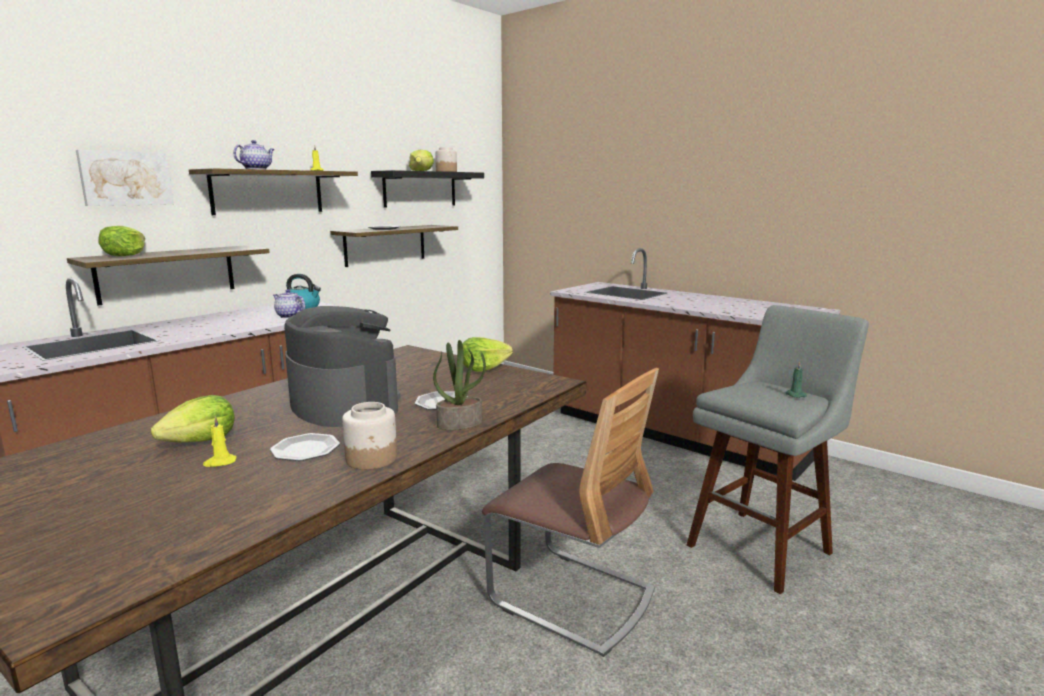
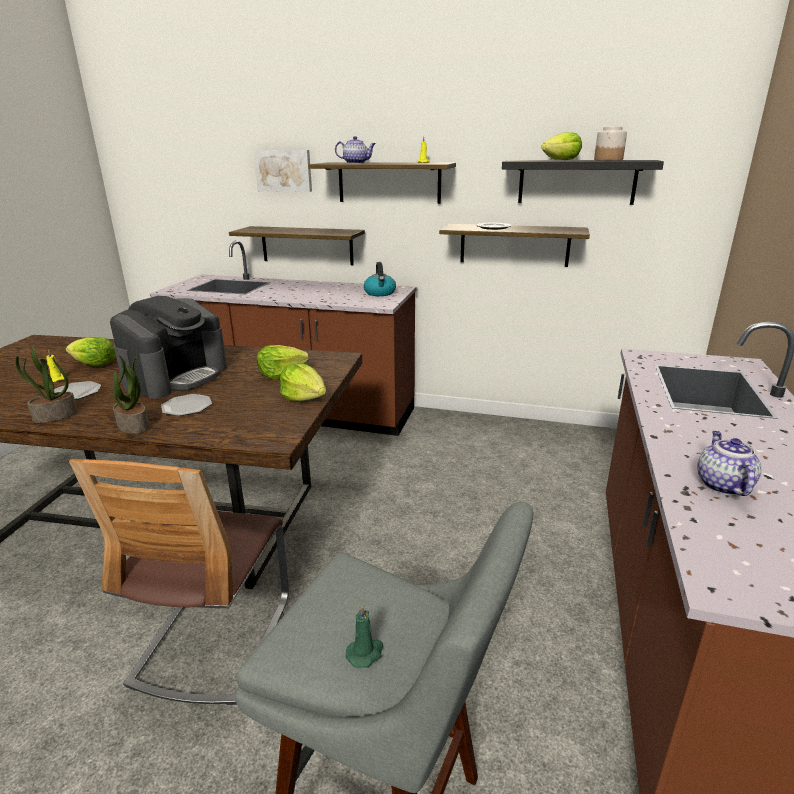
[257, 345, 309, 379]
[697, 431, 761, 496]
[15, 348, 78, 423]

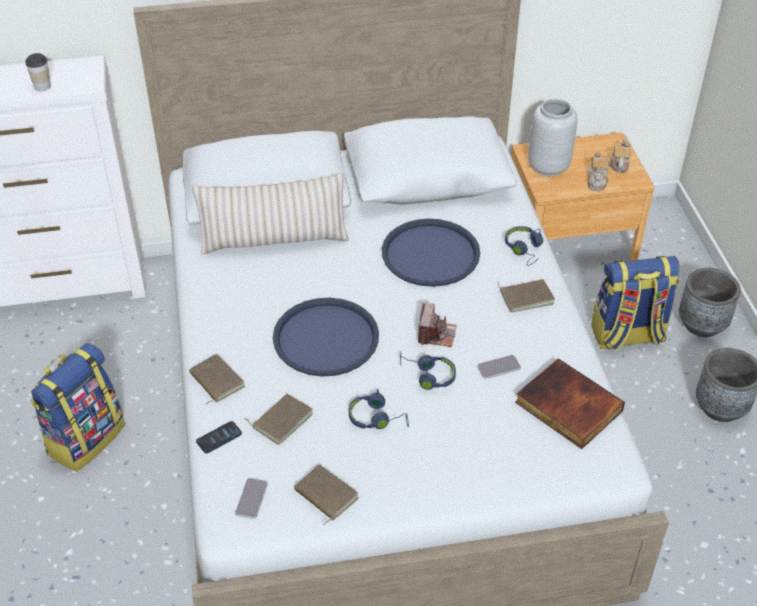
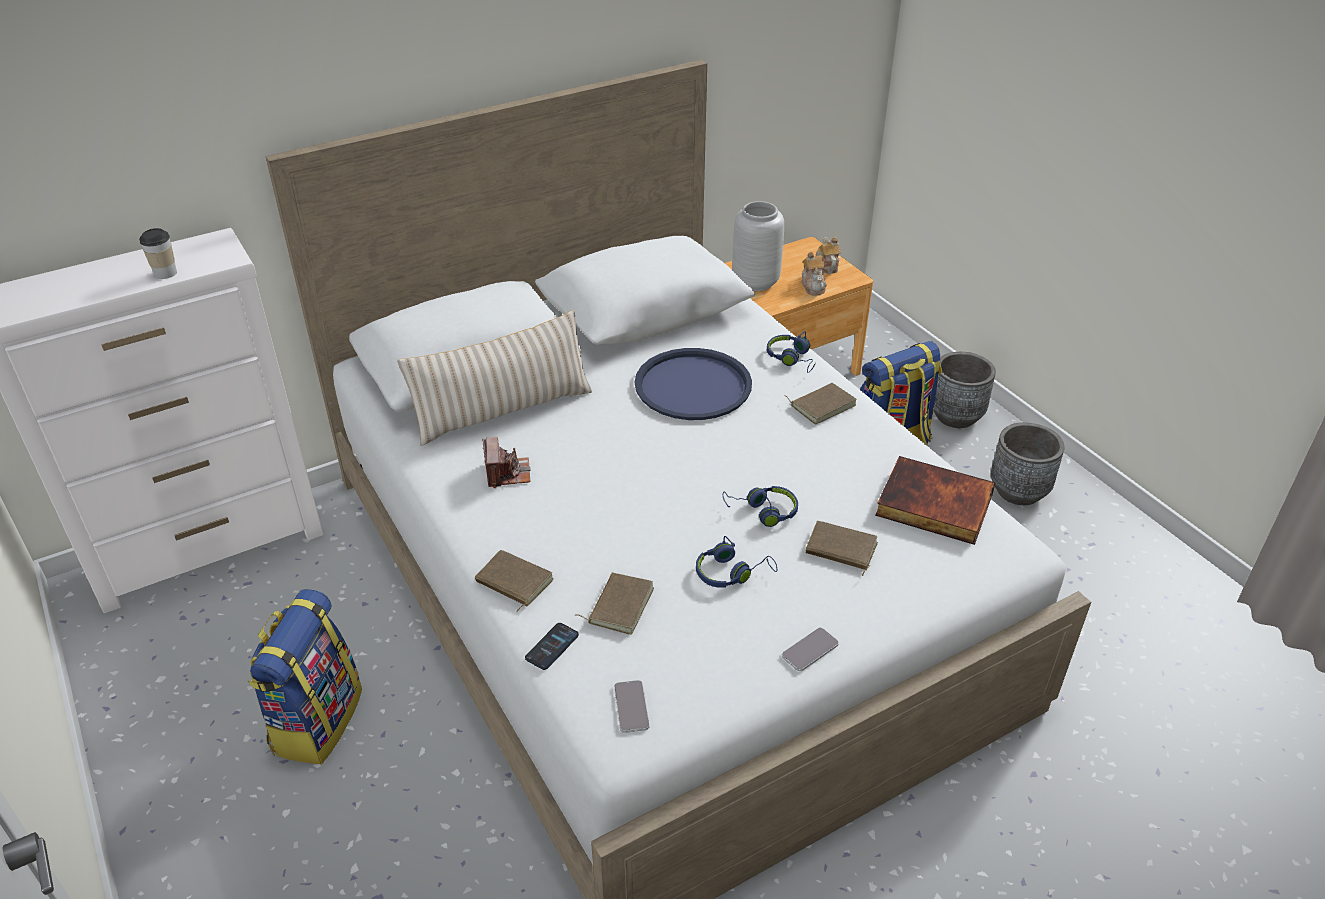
[273, 298, 379, 377] (first image)
[482, 437, 531, 488]
[782, 628, 839, 671]
[806, 521, 878, 576]

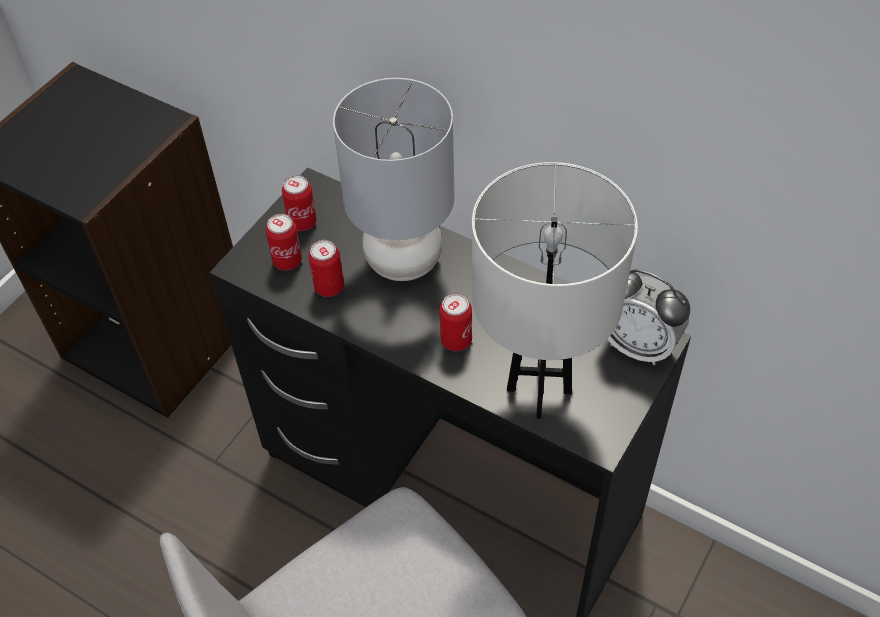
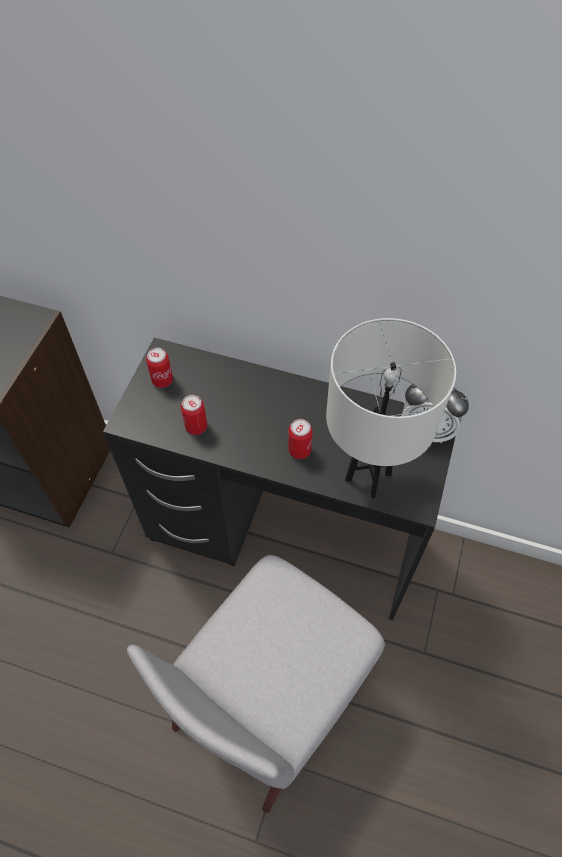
[333, 78, 455, 281] (first image)
[266, 214, 302, 270] (first image)

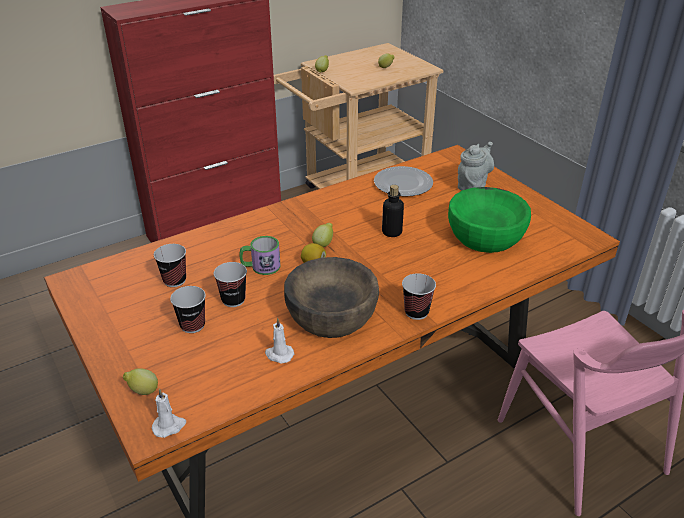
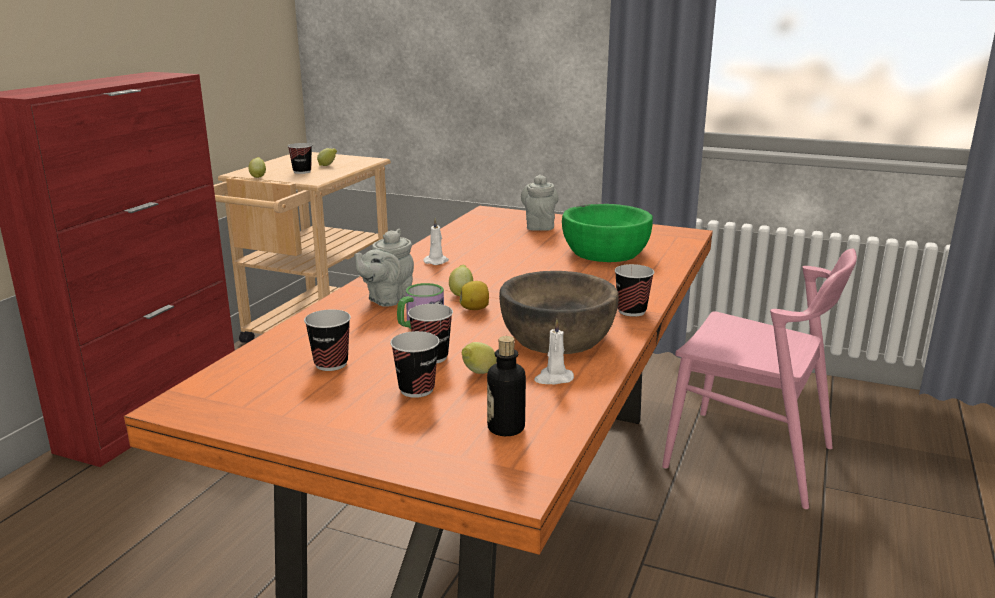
[374, 166, 433, 197] (first image)
[487, 336, 526, 436]
[462, 342, 497, 374]
[423, 218, 449, 265]
[288, 143, 312, 174]
[355, 229, 414, 306]

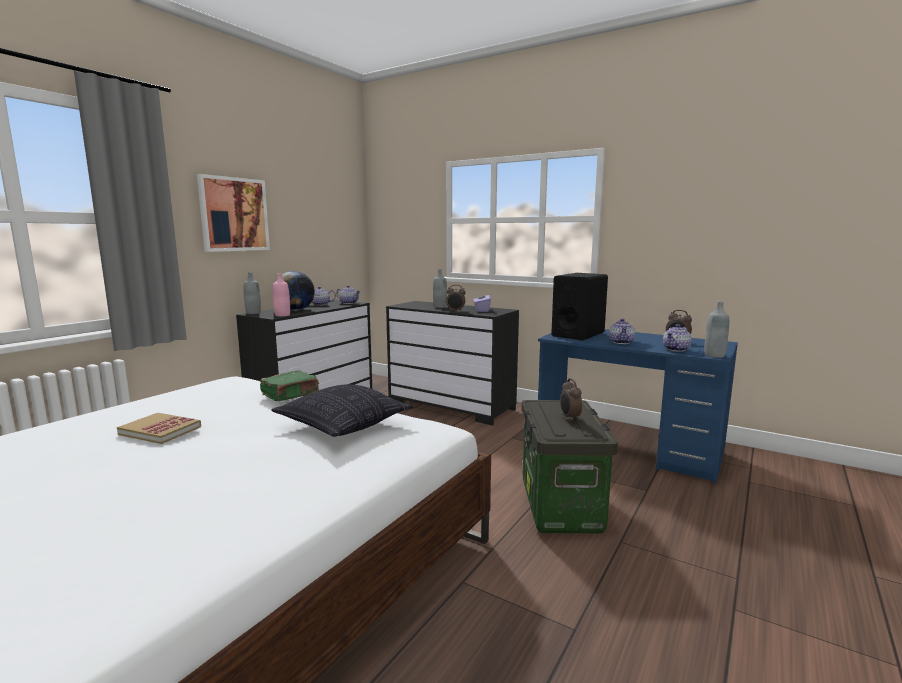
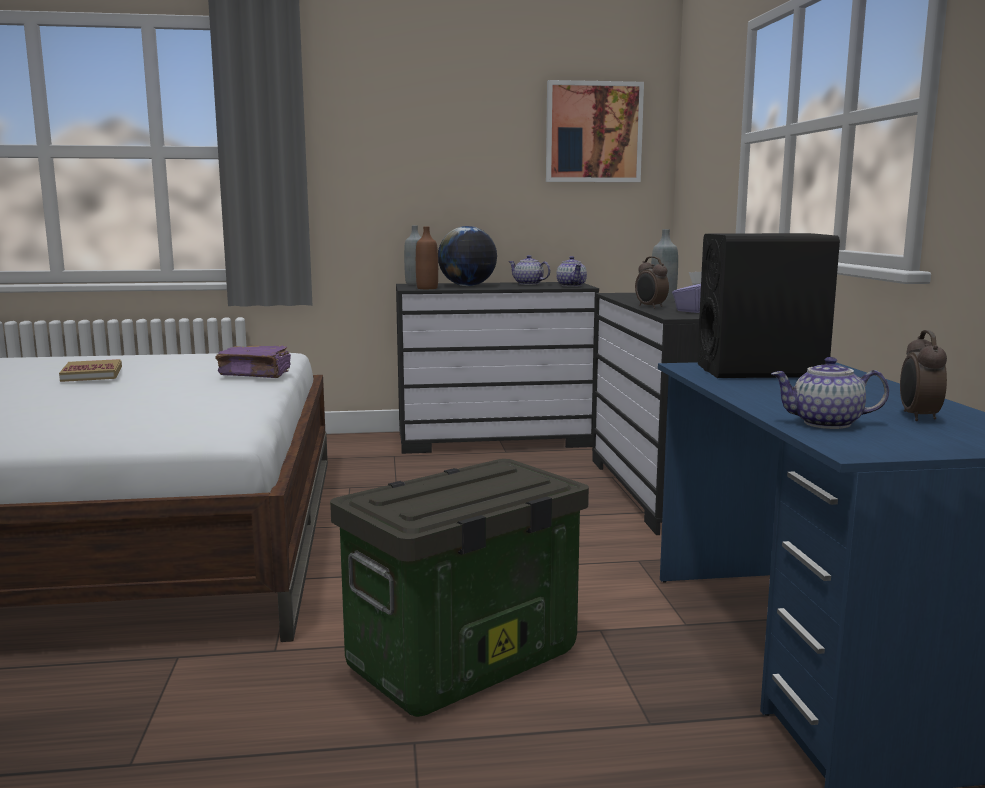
[546, 80, 644, 182]
[416, 226, 438, 289]
[704, 301, 729, 358] (first image)
[609, 319, 635, 344] (first image)
[215, 346, 291, 378]
[560, 378, 582, 421] (first image)
[271, 384, 413, 437] (first image)

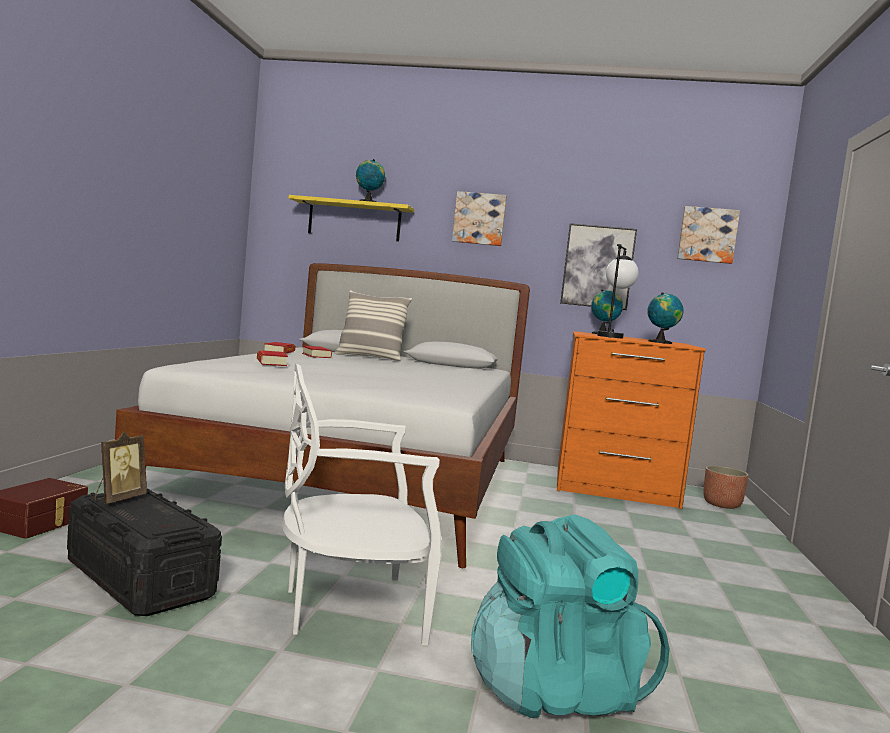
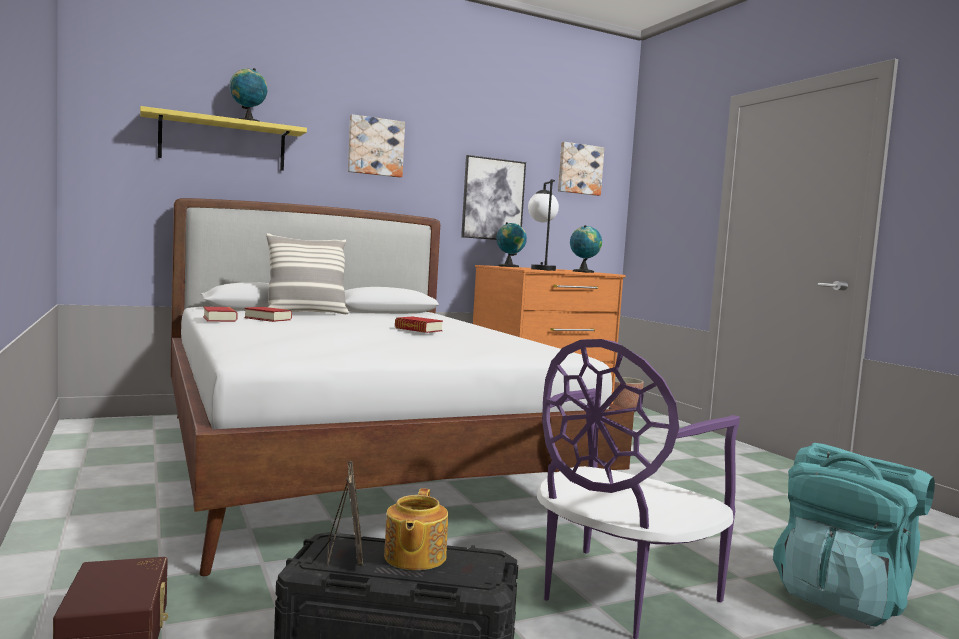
[395, 317, 443, 333]
[537, 339, 740, 639]
[384, 488, 448, 570]

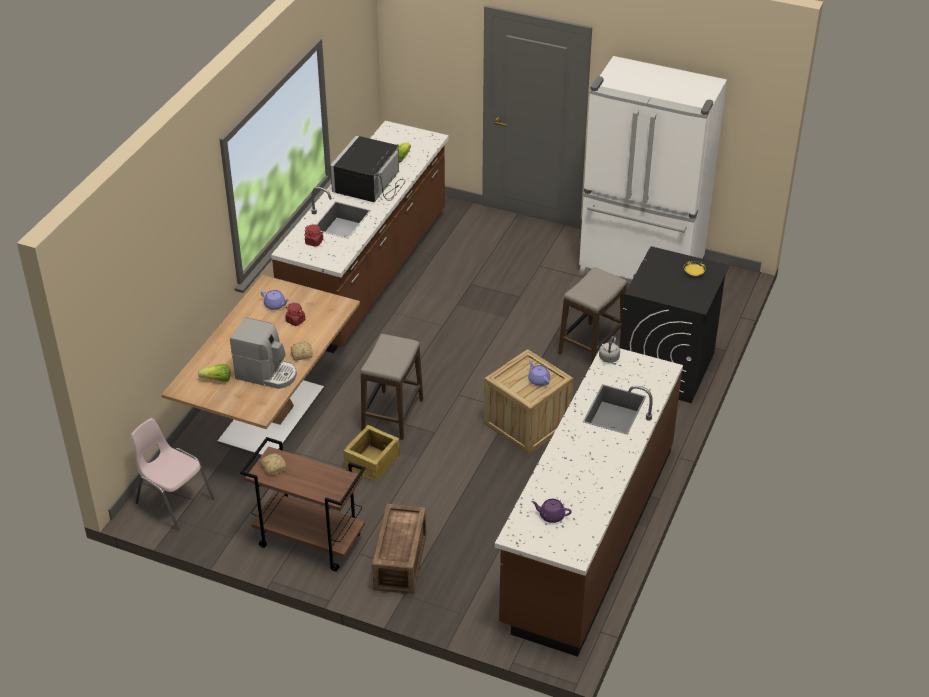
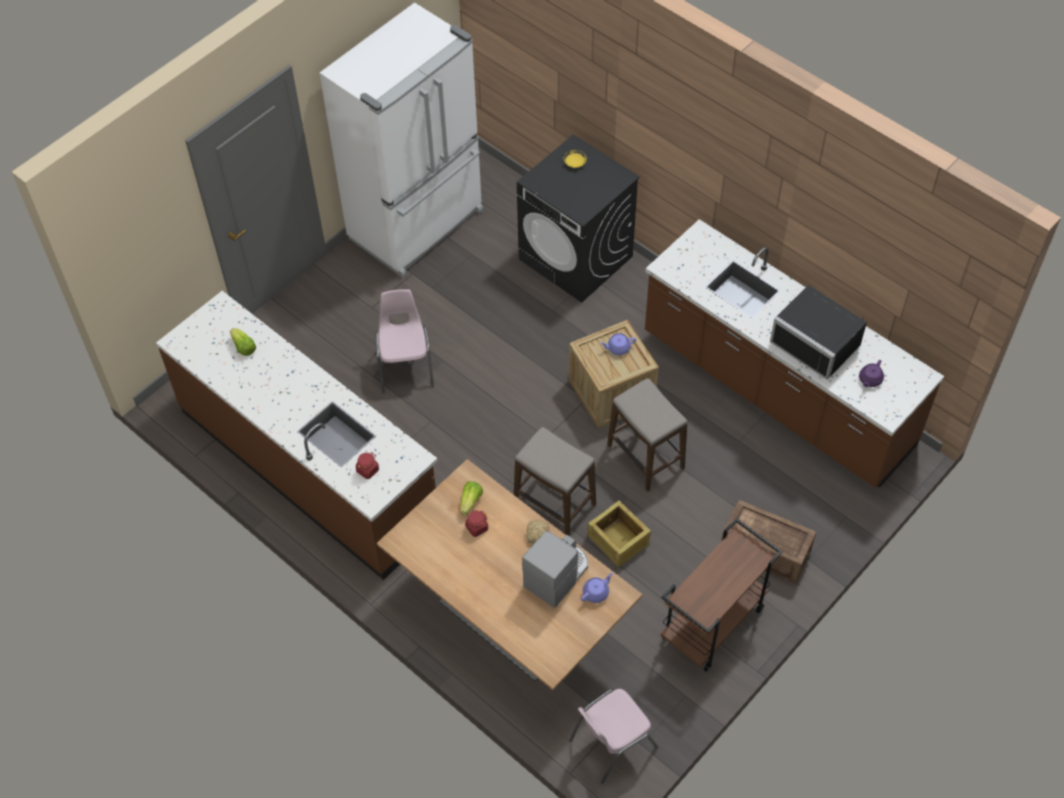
[770, 285, 867, 380]
[607, 378, 687, 492]
[581, 573, 613, 603]
[599, 336, 620, 363] (first image)
[461, 481, 483, 515]
[260, 453, 287, 476] (first image)
[375, 289, 434, 394]

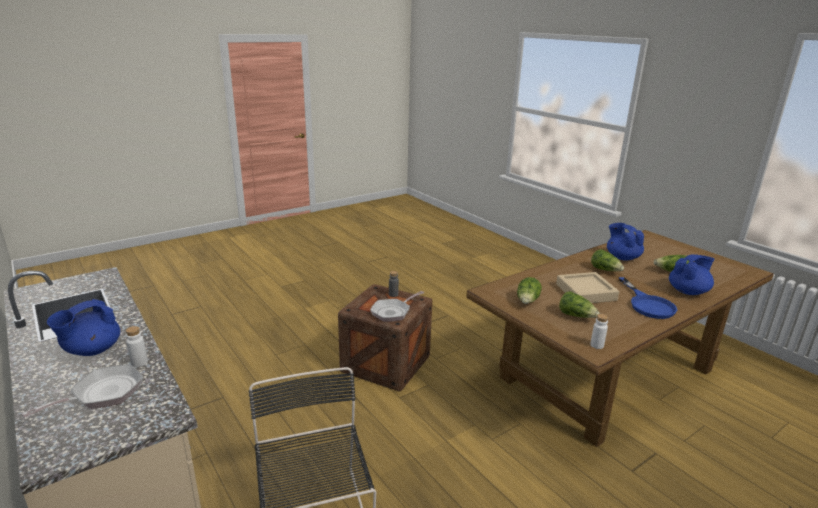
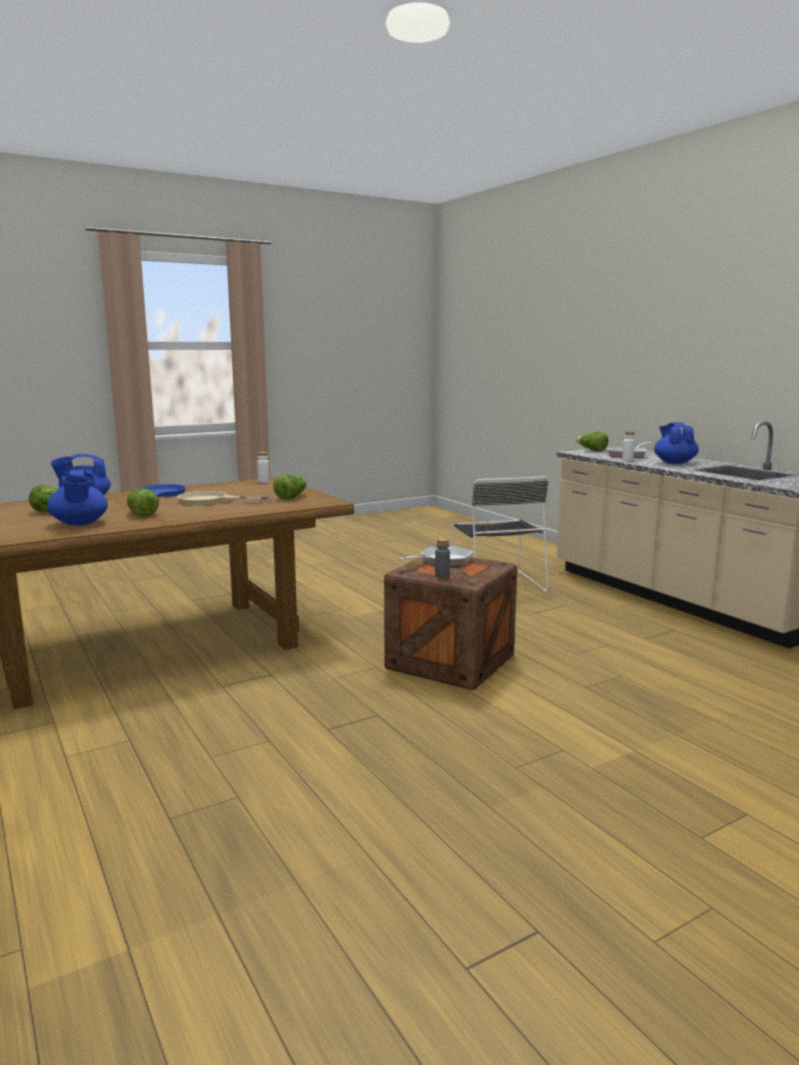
[177, 491, 272, 505]
[576, 432, 608, 452]
[654, 422, 699, 464]

